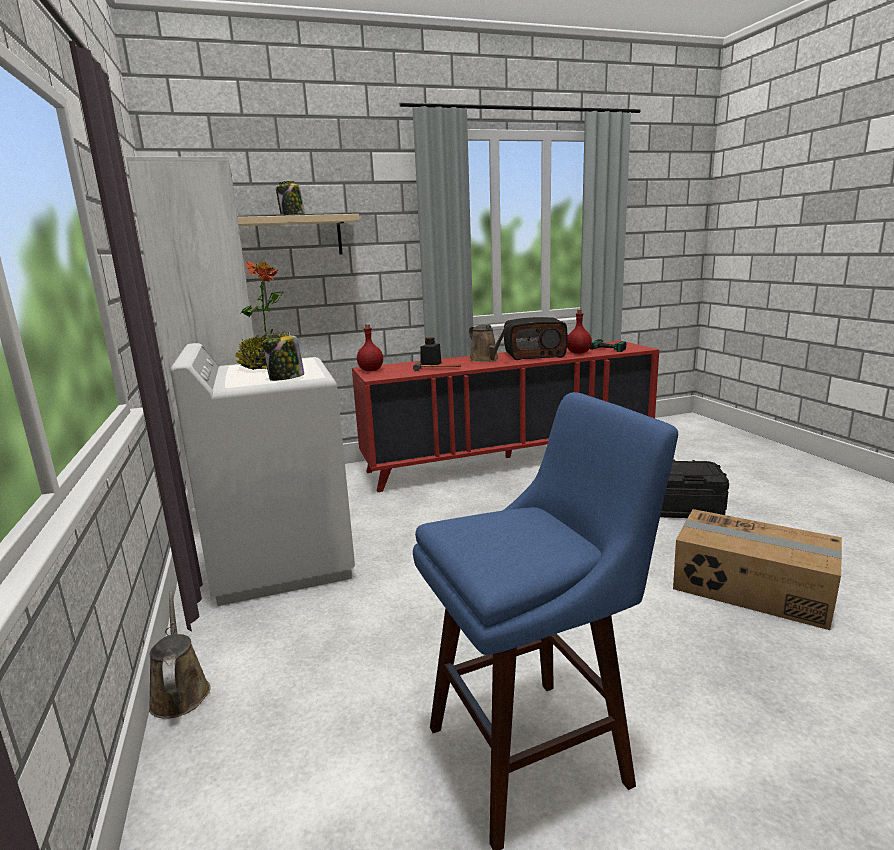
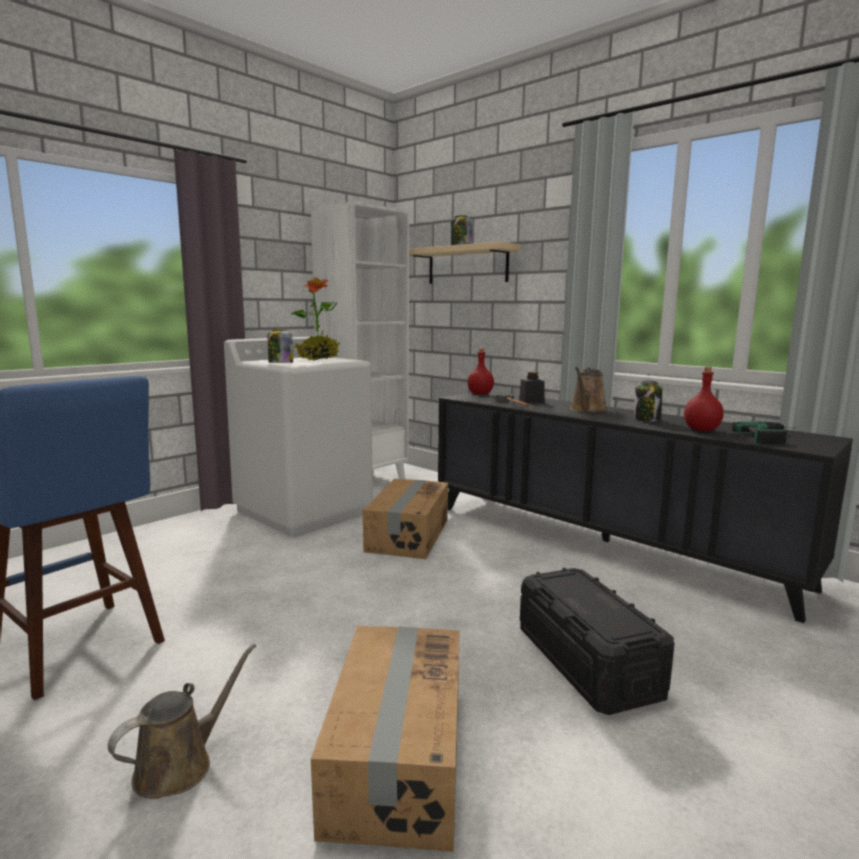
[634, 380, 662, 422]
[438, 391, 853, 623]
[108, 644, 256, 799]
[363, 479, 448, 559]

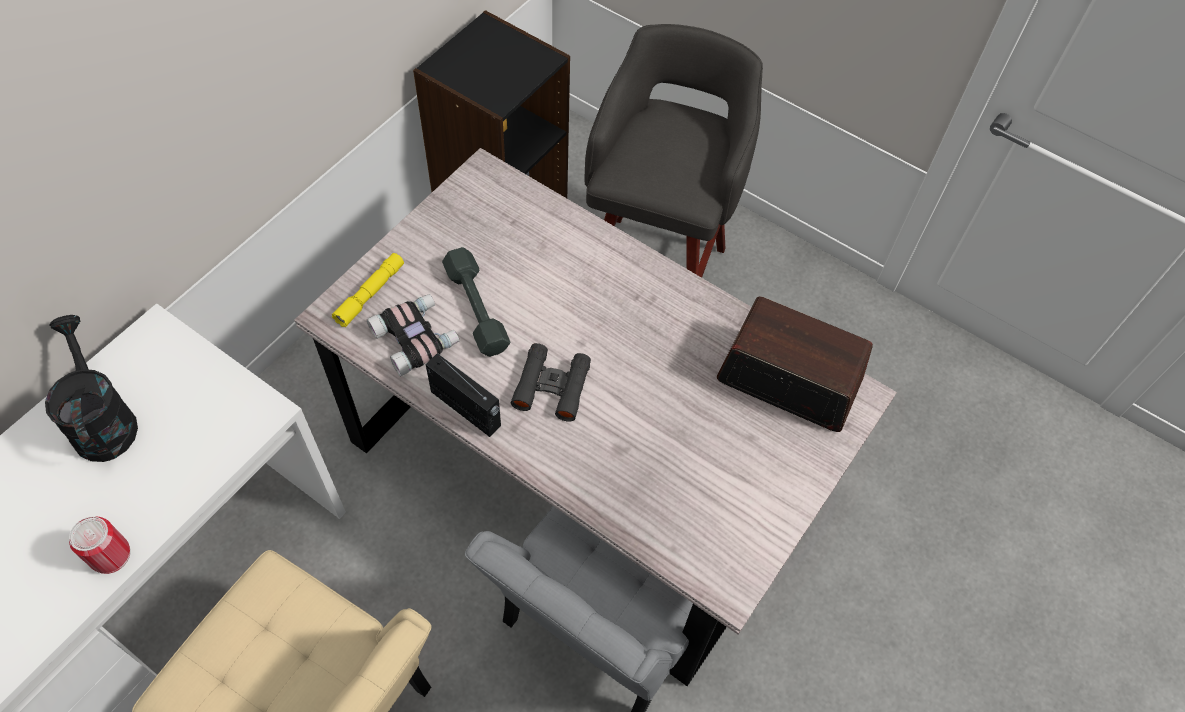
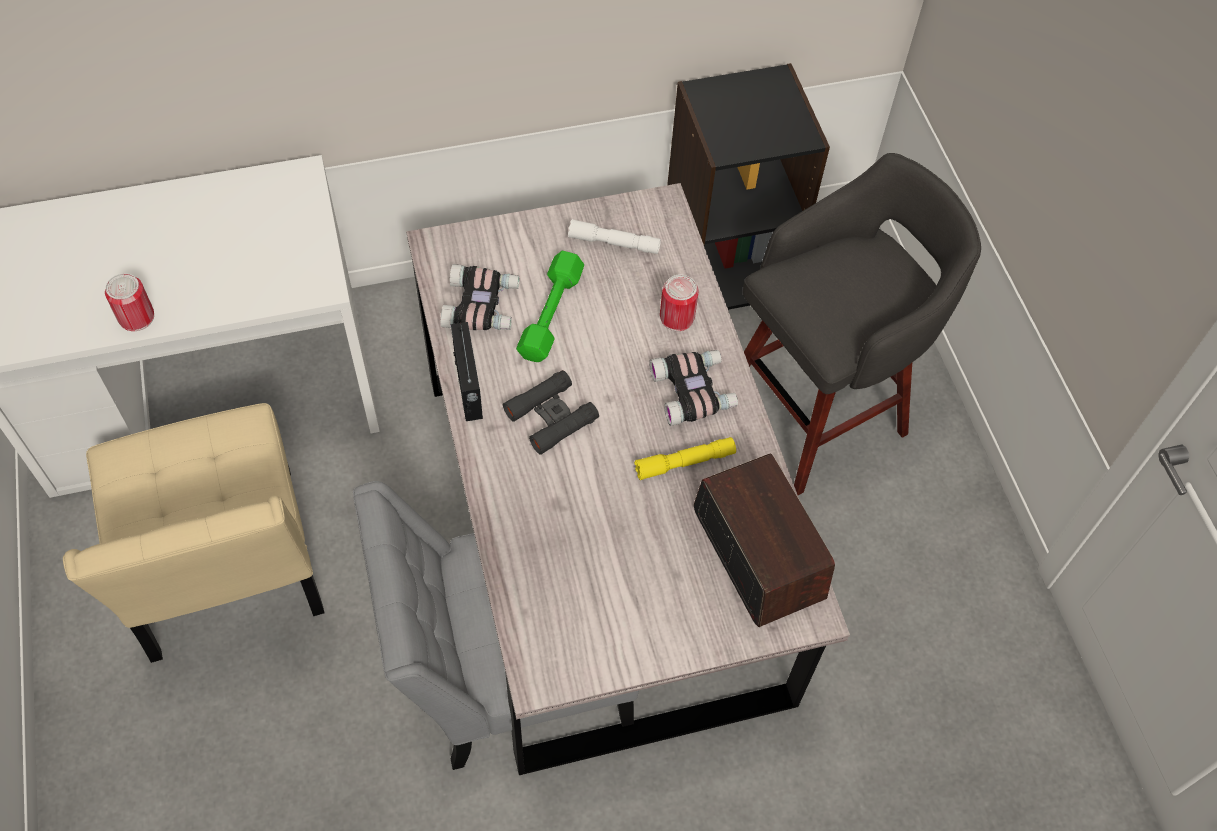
[516, 251, 584, 362]
[634, 437, 736, 480]
[45, 315, 138, 462] (first image)
[568, 219, 661, 254]
[660, 275, 699, 331]
[649, 350, 738, 426]

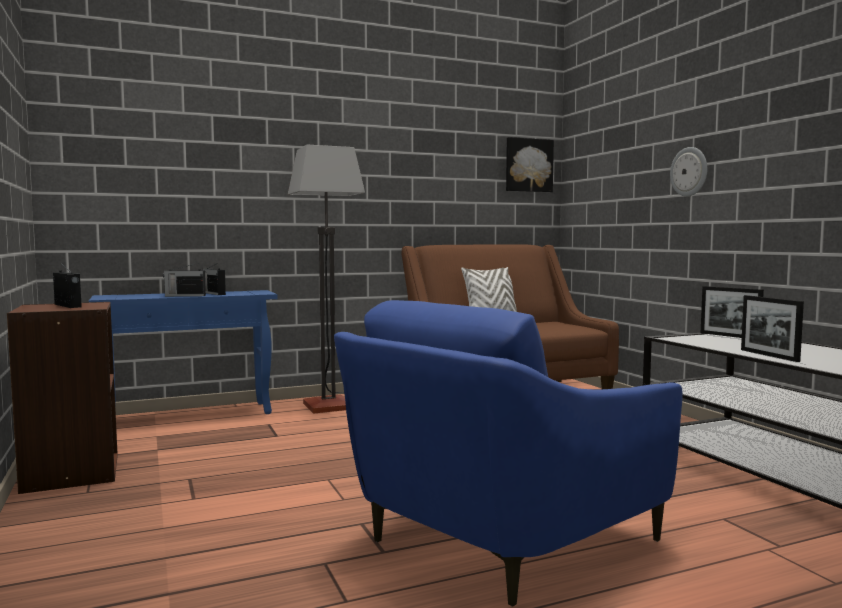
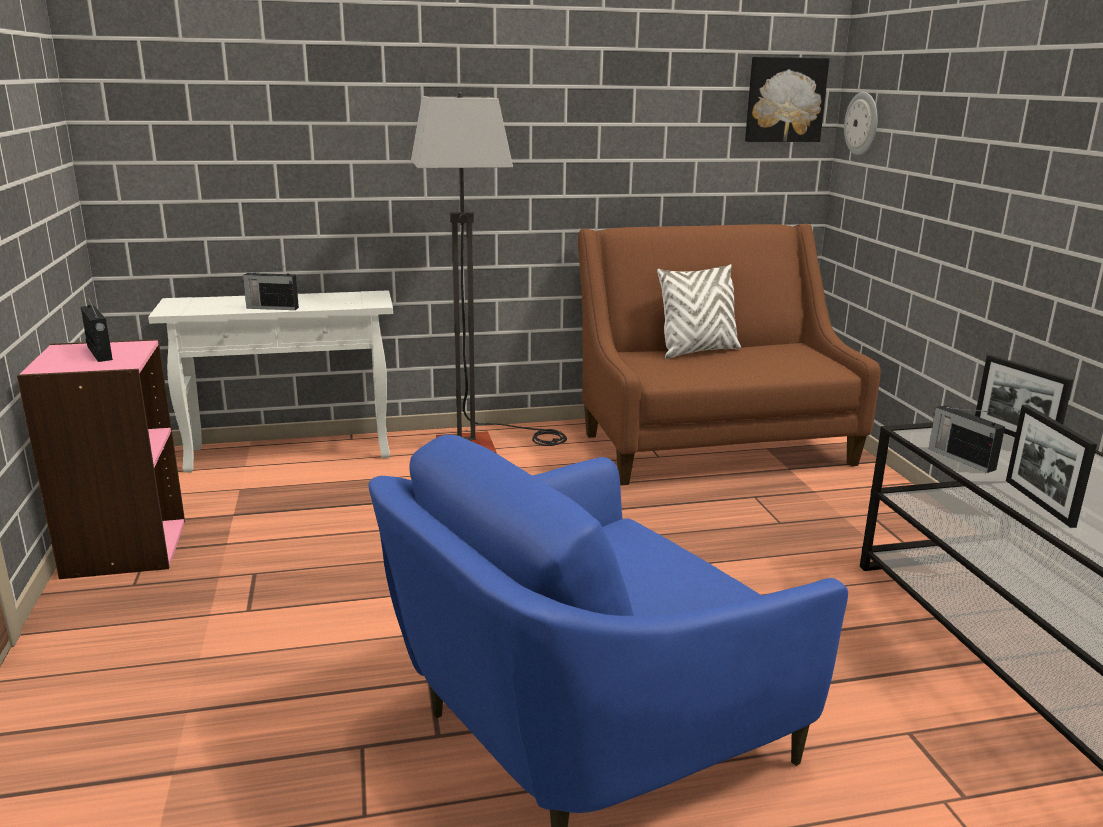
[844, 92, 878, 155]
[929, 405, 1005, 473]
[148, 290, 393, 473]
[17, 339, 185, 579]

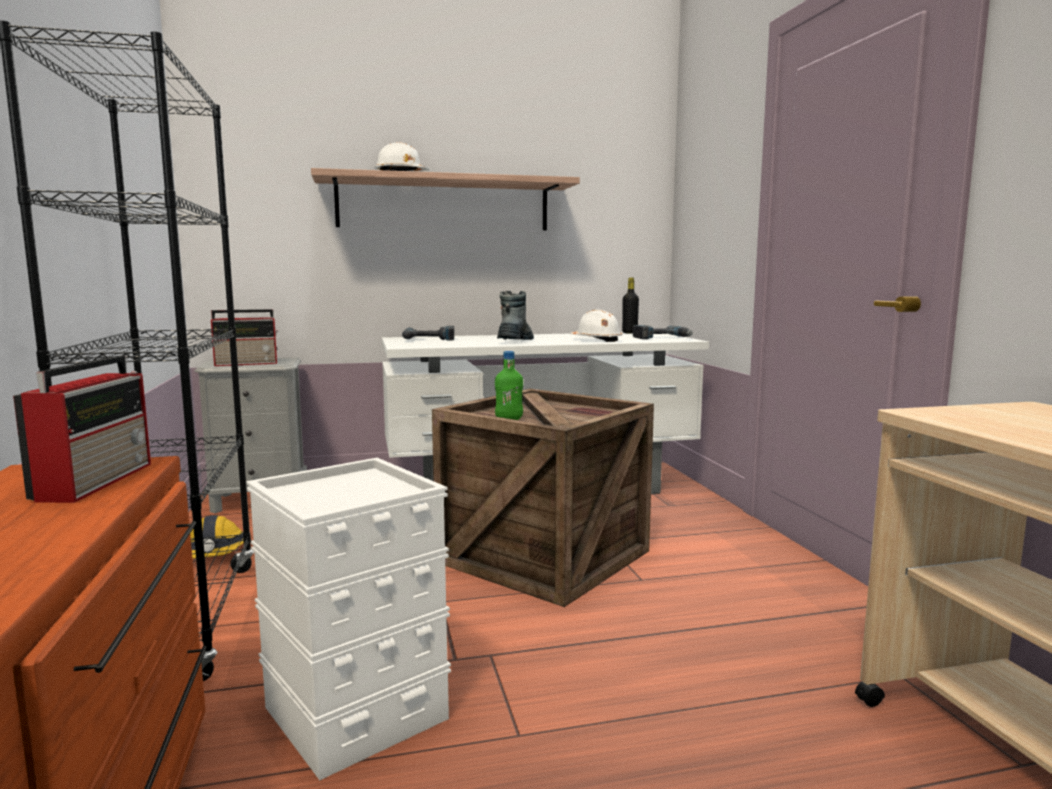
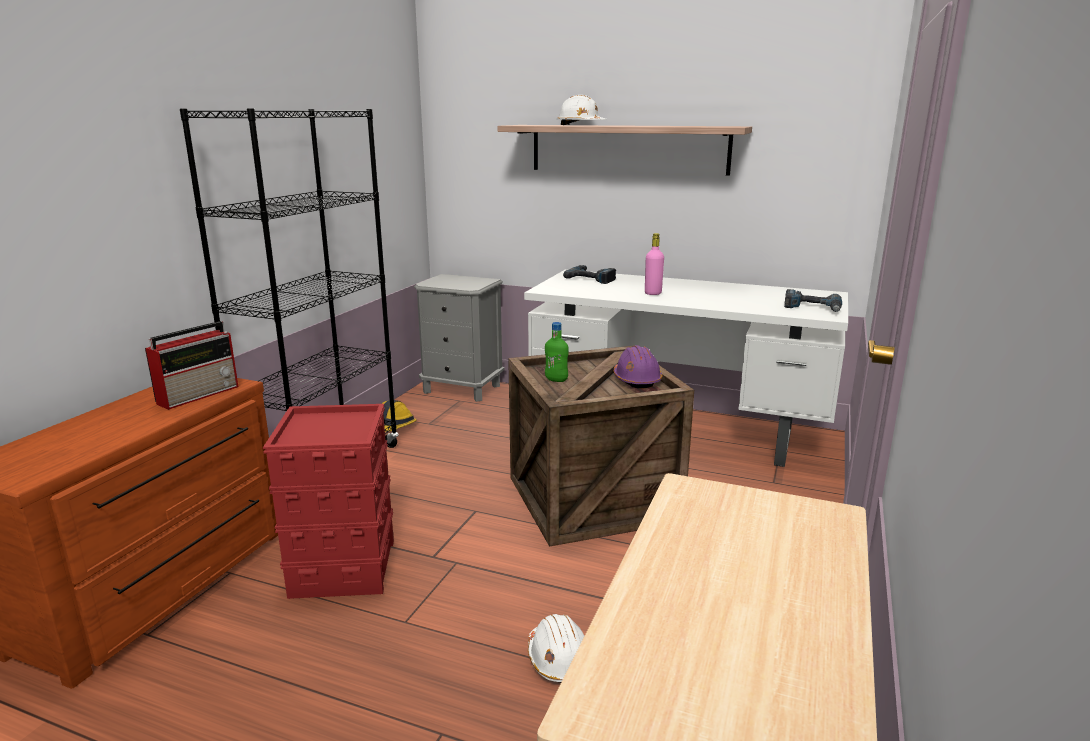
[622, 278, 639, 333] (first image)
[645, 233, 664, 295]
[211, 309, 278, 366] (first image)
[528, 614, 584, 682]
[263, 404, 394, 599]
[614, 345, 663, 389]

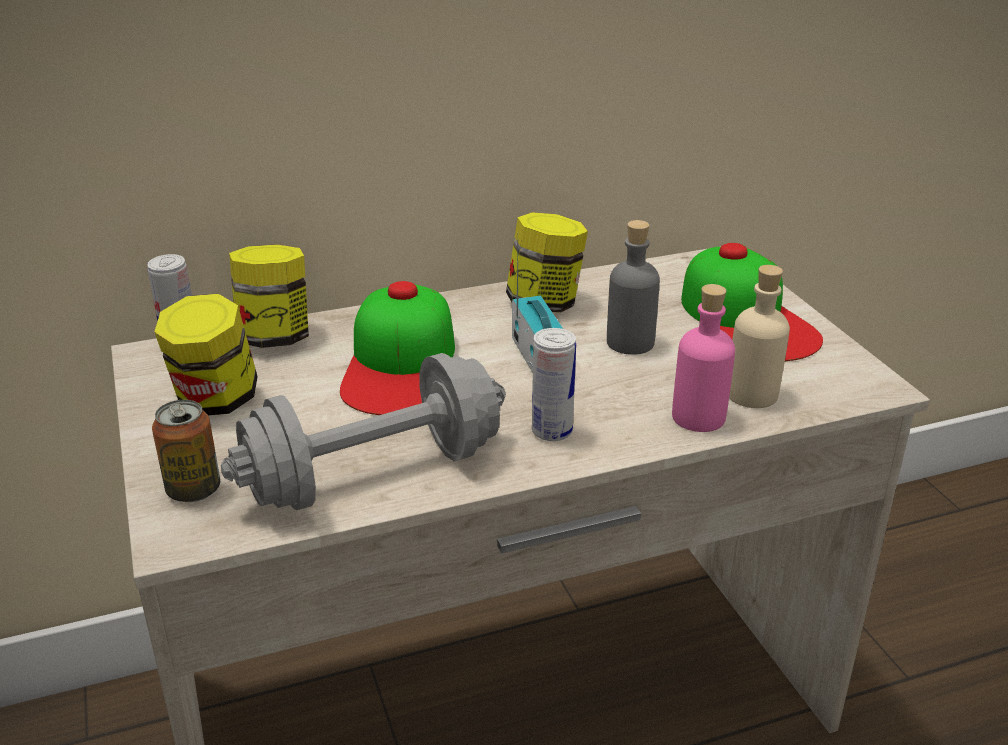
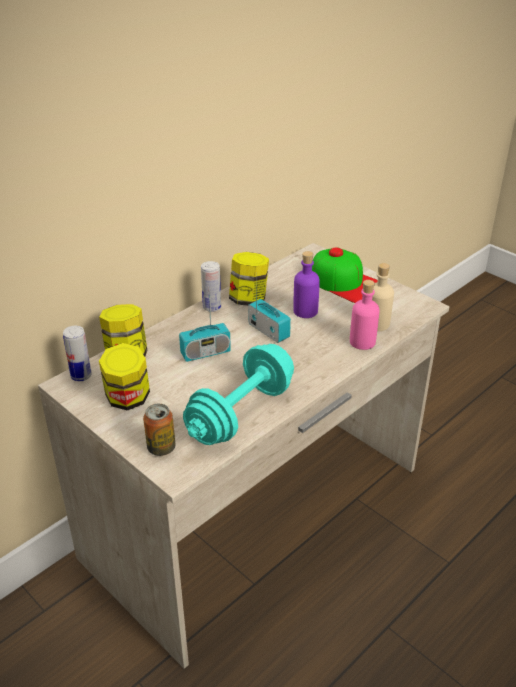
[293, 251, 320, 318]
[179, 298, 231, 362]
[201, 261, 221, 312]
[183, 344, 294, 445]

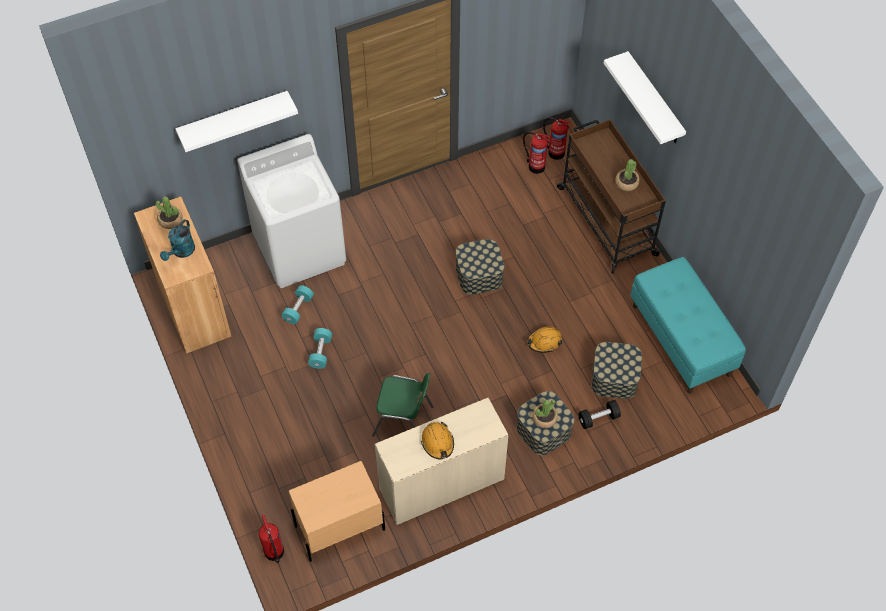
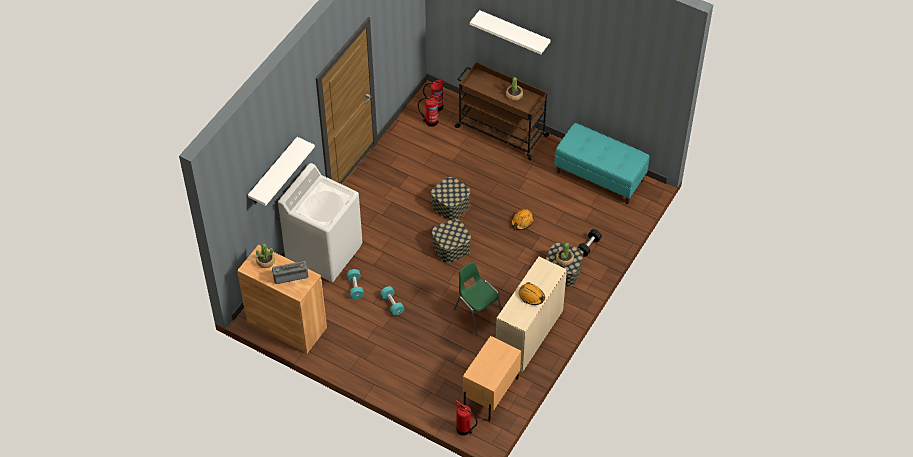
[272, 261, 308, 284]
[432, 219, 471, 263]
[453, 262, 502, 335]

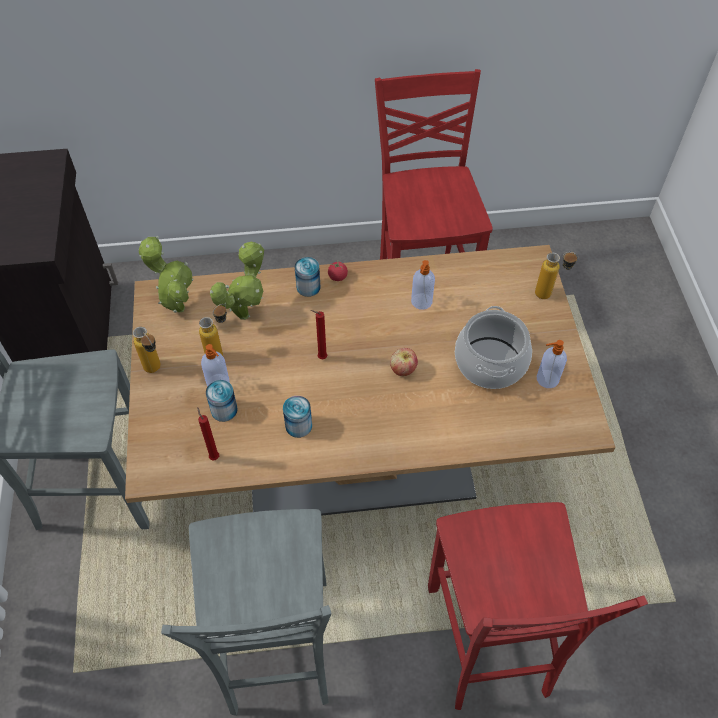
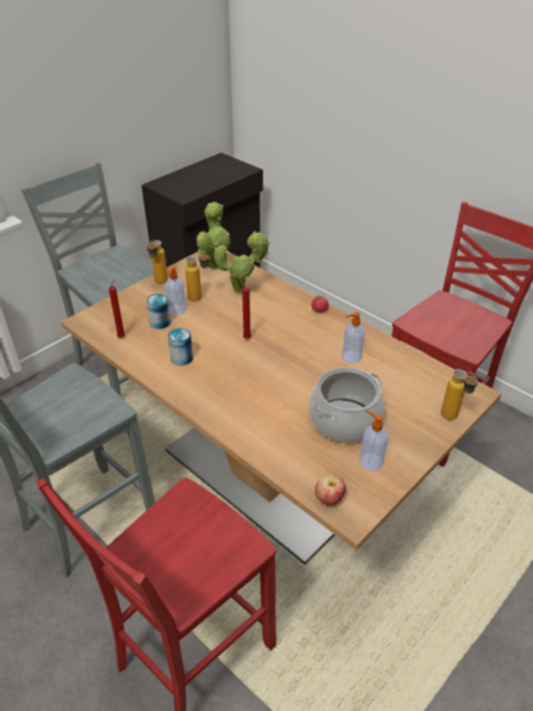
[295, 257, 320, 297] (first image)
[315, 474, 346, 505]

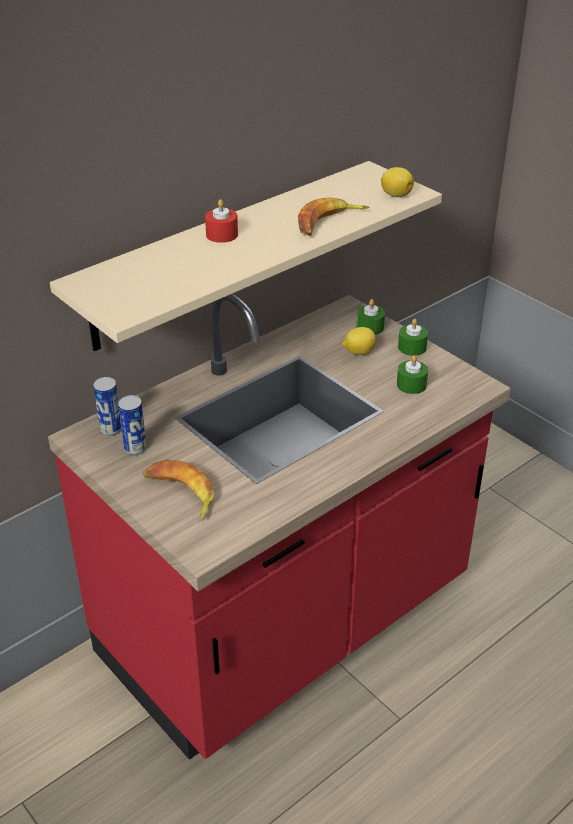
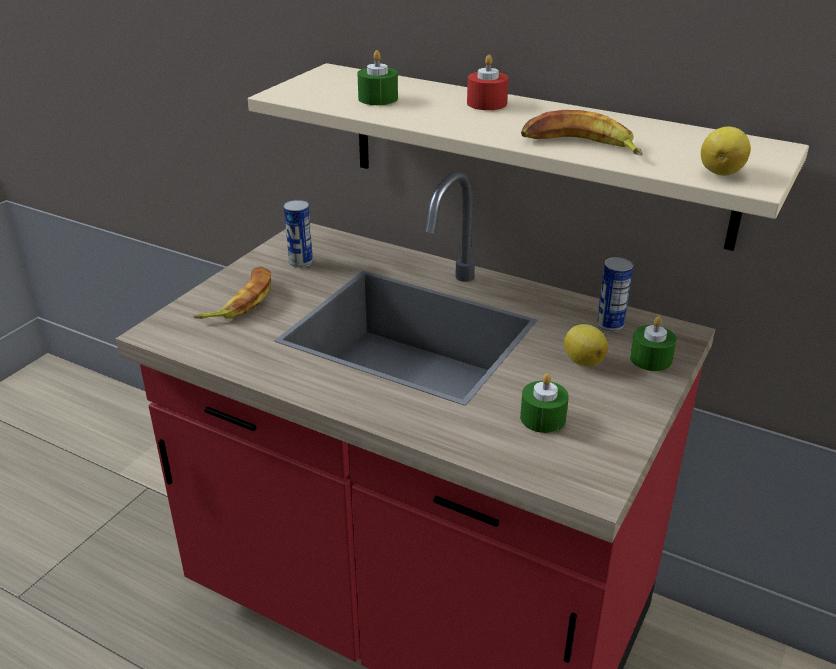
[357, 50, 398, 105]
[597, 257, 633, 332]

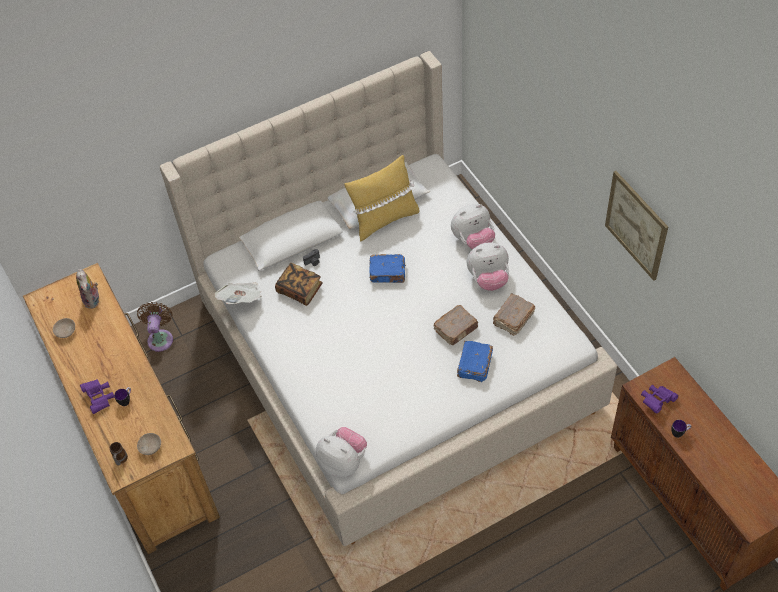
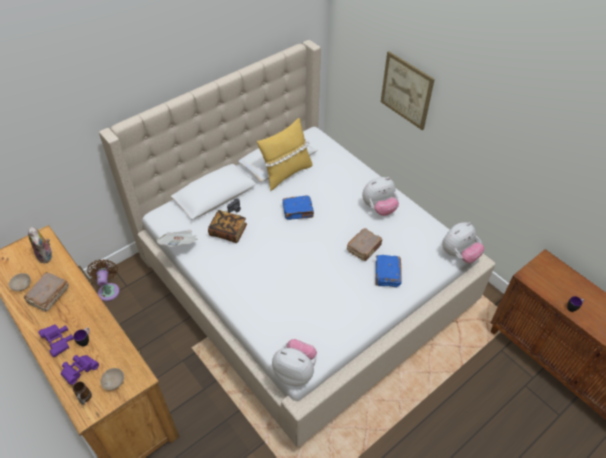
[381, 51, 435, 130]
[442, 222, 485, 263]
[24, 272, 69, 312]
[61, 355, 99, 385]

